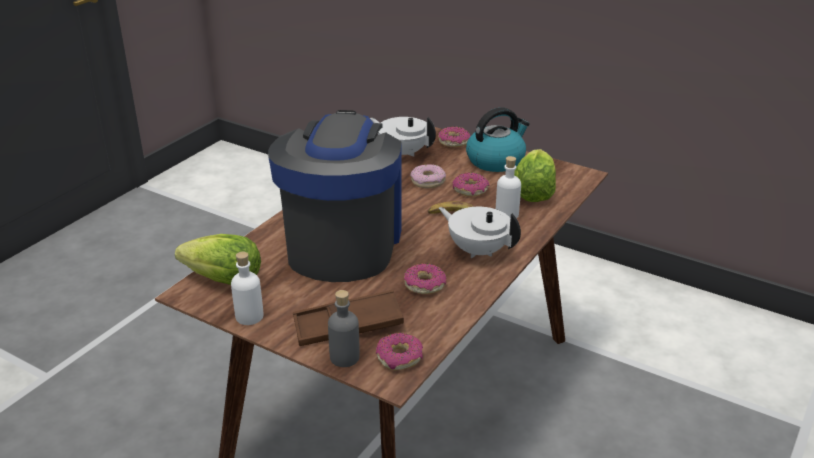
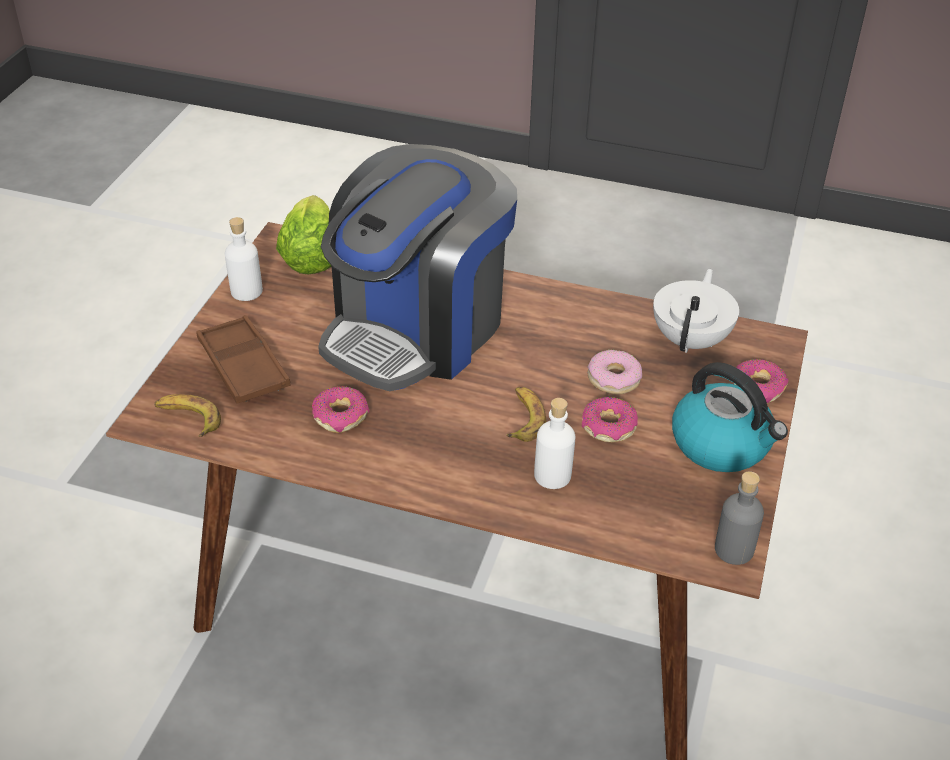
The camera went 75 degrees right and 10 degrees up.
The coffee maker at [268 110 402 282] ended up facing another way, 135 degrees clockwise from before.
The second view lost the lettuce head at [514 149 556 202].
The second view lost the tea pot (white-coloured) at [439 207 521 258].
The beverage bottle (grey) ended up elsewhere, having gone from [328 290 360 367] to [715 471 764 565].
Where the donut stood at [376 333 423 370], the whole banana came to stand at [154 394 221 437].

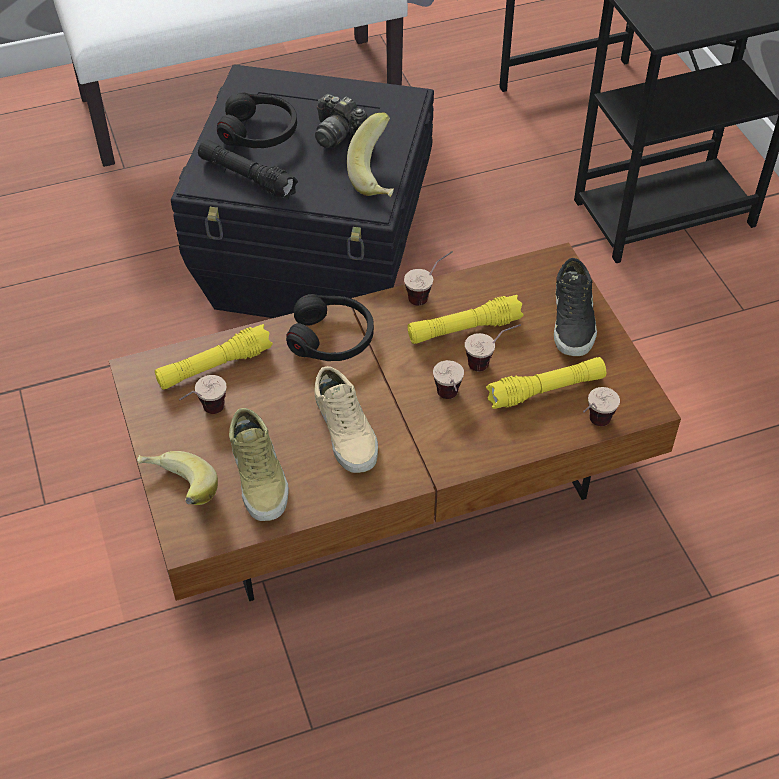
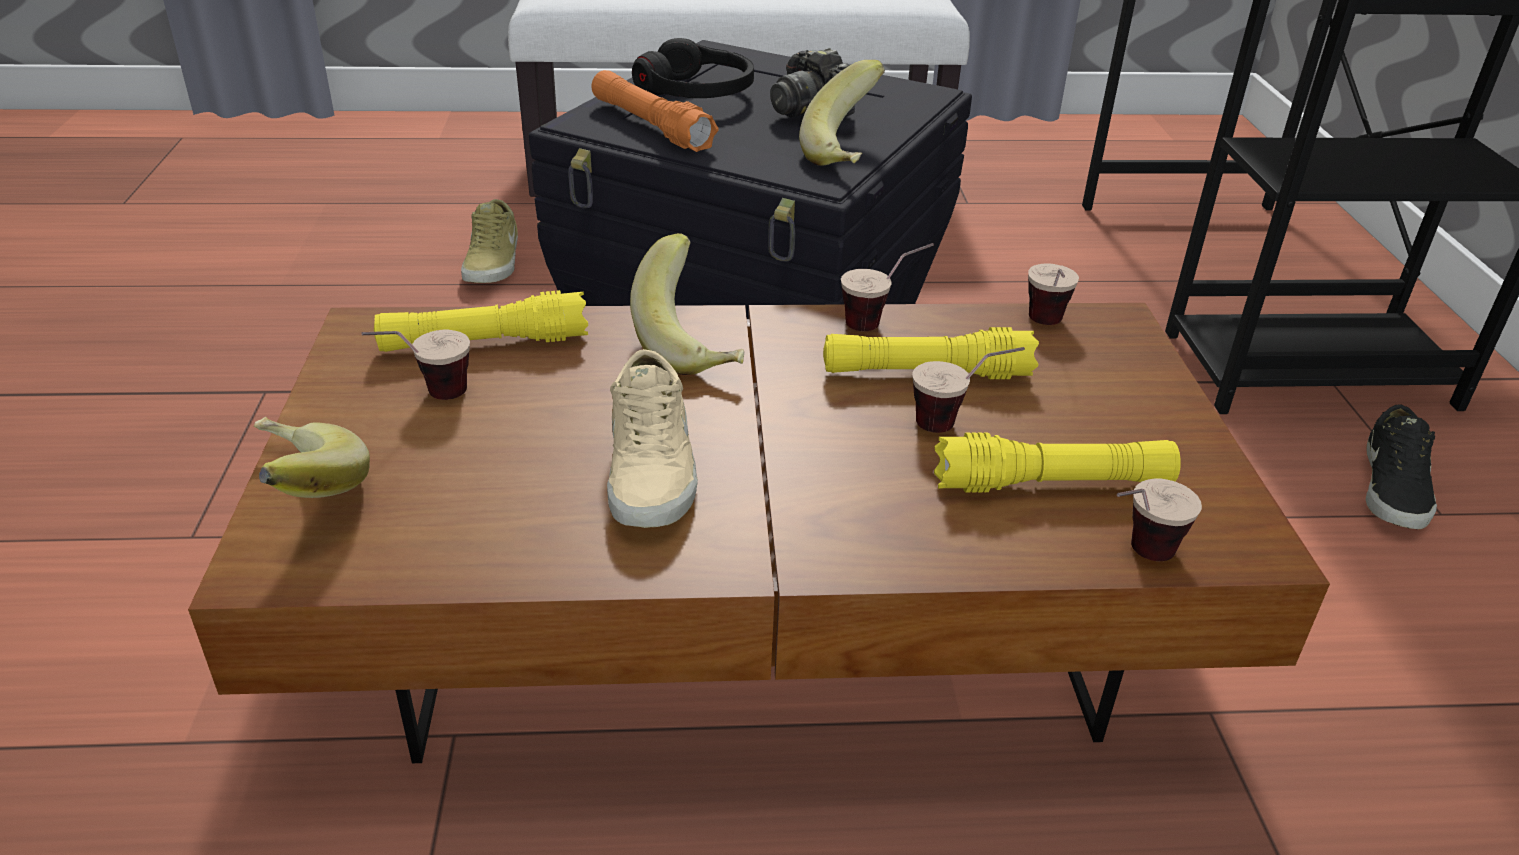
The camera went 15 degrees right and 15 degrees down.
What was the flashlight (blackish) at [198 139 298 200] turned into the flashlight (orangey) at [591 70 719 152].
The low shoe (blackish) ended up elsewhere, having gone from [554 258 597 356] to [1366 404 1437 529].
Where the headset (blackish) stood at [286 294 374 361], the whole banana came to stand at [630 233 744 375].
The cup ended up elsewhere, having gone from [433 360 464 399] to [1028 264 1079 325].
The low shoe (beige-coloured) ended up elsewhere, having gone from [229 408 289 521] to [461 199 518 283].

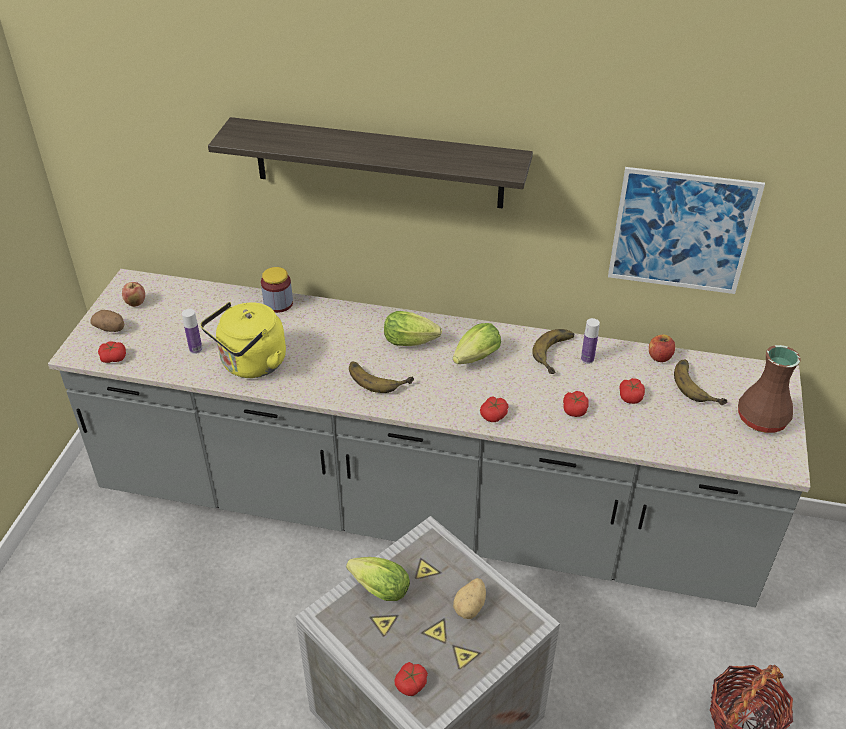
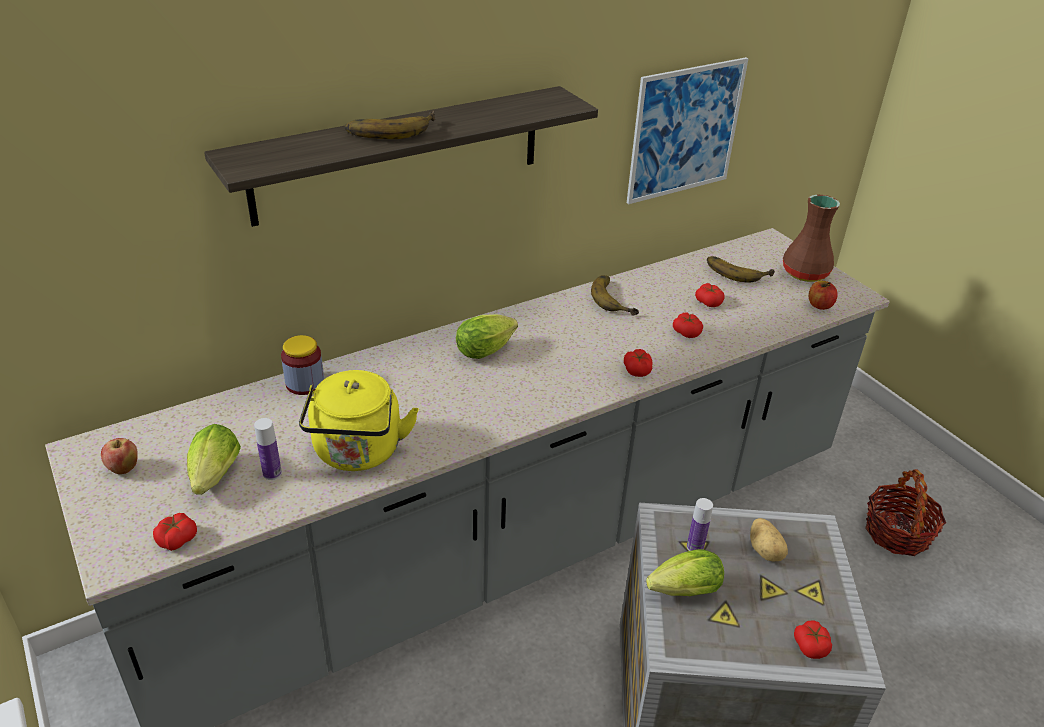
The camera went 45 degrees left and 5 degrees down.
The second view lost the spud at [90 310 124 332].
The beverage bottle ended up elsewhere, having gone from [581 318 600 364] to [687 498 713 551].
The lettuce head ended up elsewhere, having gone from [453 323 501 364] to [187 424 241 495].
The apple ended up elsewhere, having gone from [649 335 675 362] to [809 281 838 310].
The whole banana ended up elsewhere, having gone from [349 361 414 393] to [345 110 435 139].

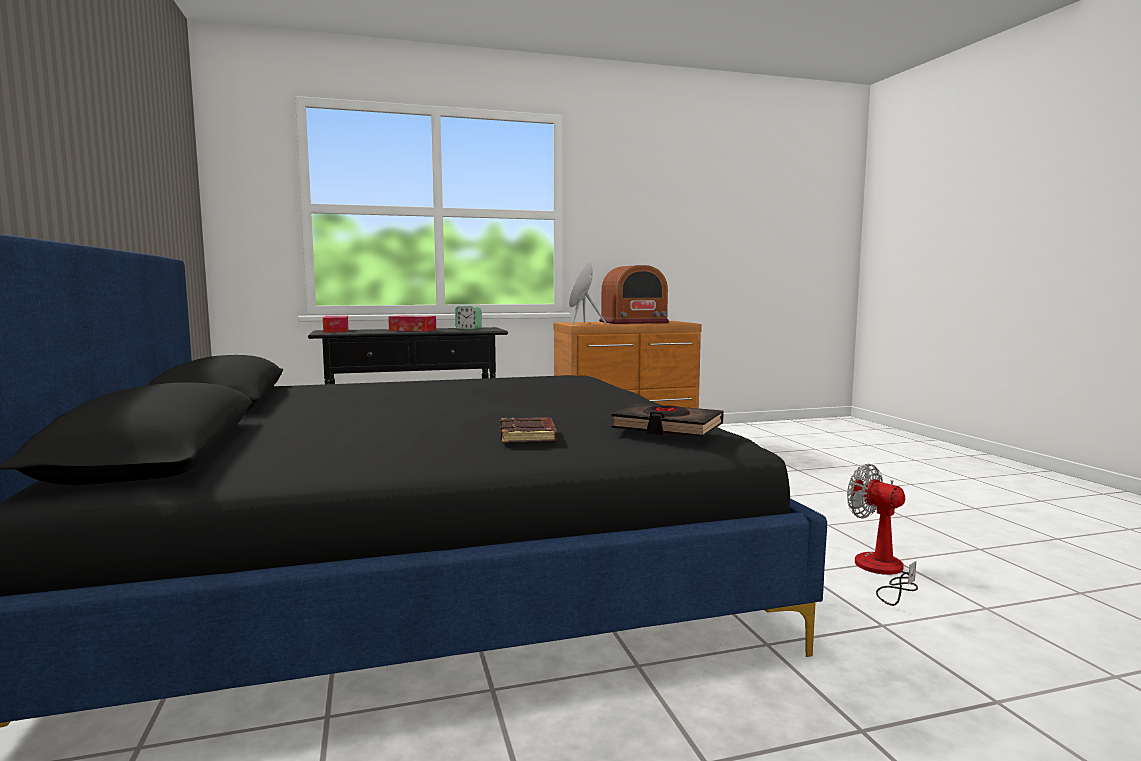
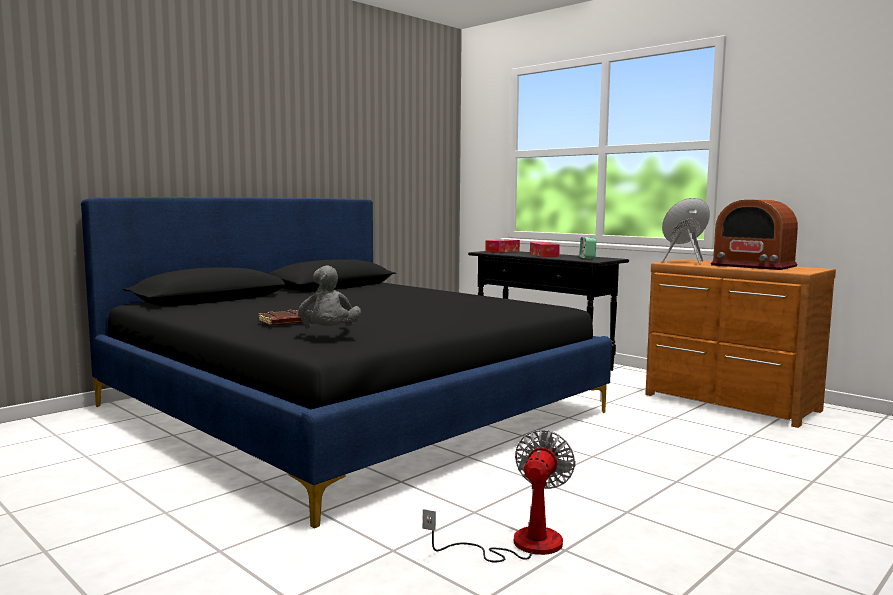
The camera went 60 degrees right and 0 degrees up.
Where the bound book (blackish) stood at [611 403 724 437], the plush toy (grey) came to stand at [298 265 361 329].

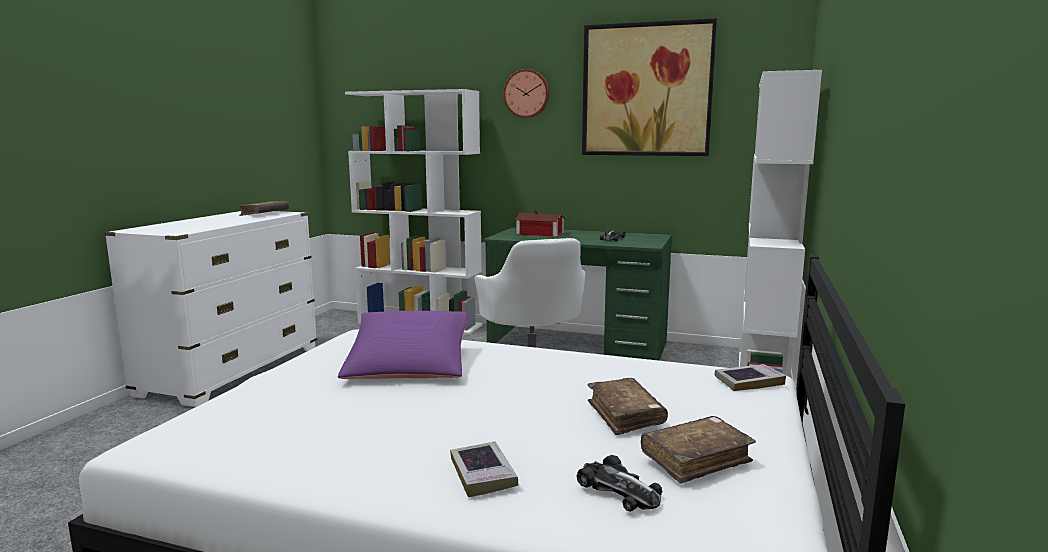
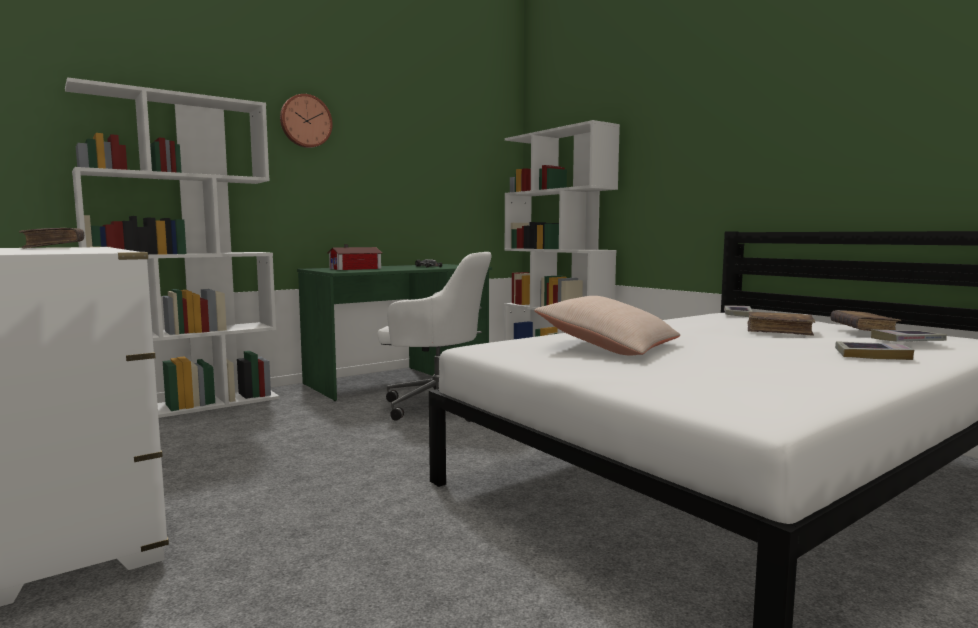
The camera went 55 degrees left and 5 degrees down.
The second view lost the picture at [582 18 717 156].
What was the cushion (purplish) at [338 311 468 379] turned into the cushion (beige-coloured) at [534 296 680 355].
Where the model car stood at [577 455 662 512], the bound book came to stand at [871 329 947 341].

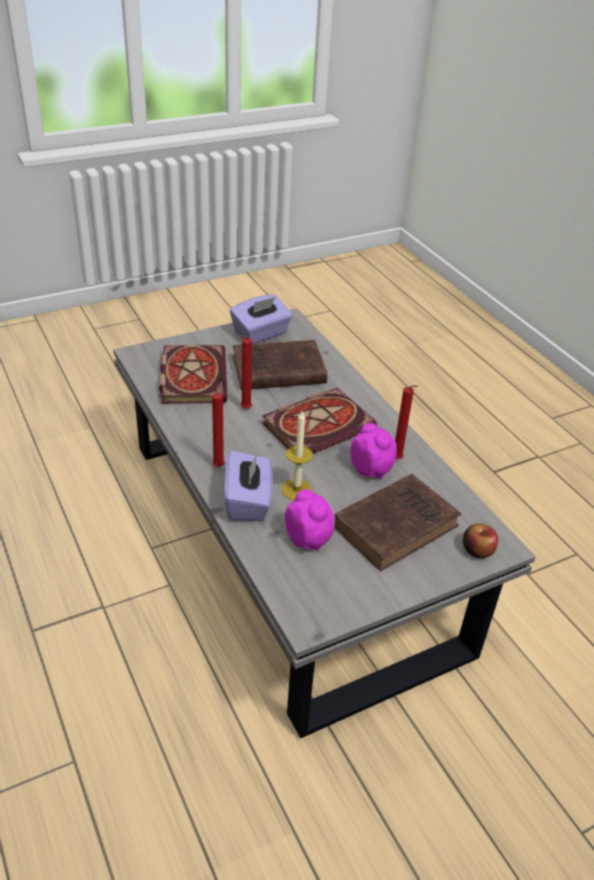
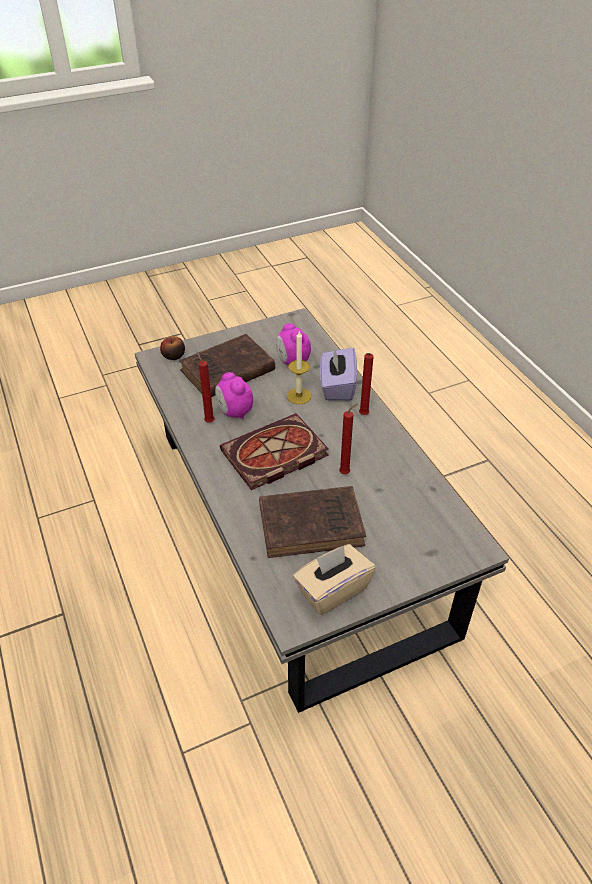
The camera went 175 degrees left and 5 degrees up.
What was the tissue holder (purplish) at [230 295 293 344] turned into the tissue holder (beige-coloured) at [293 544 376 615].
The second view lost the bound book at [159 345 227 404].

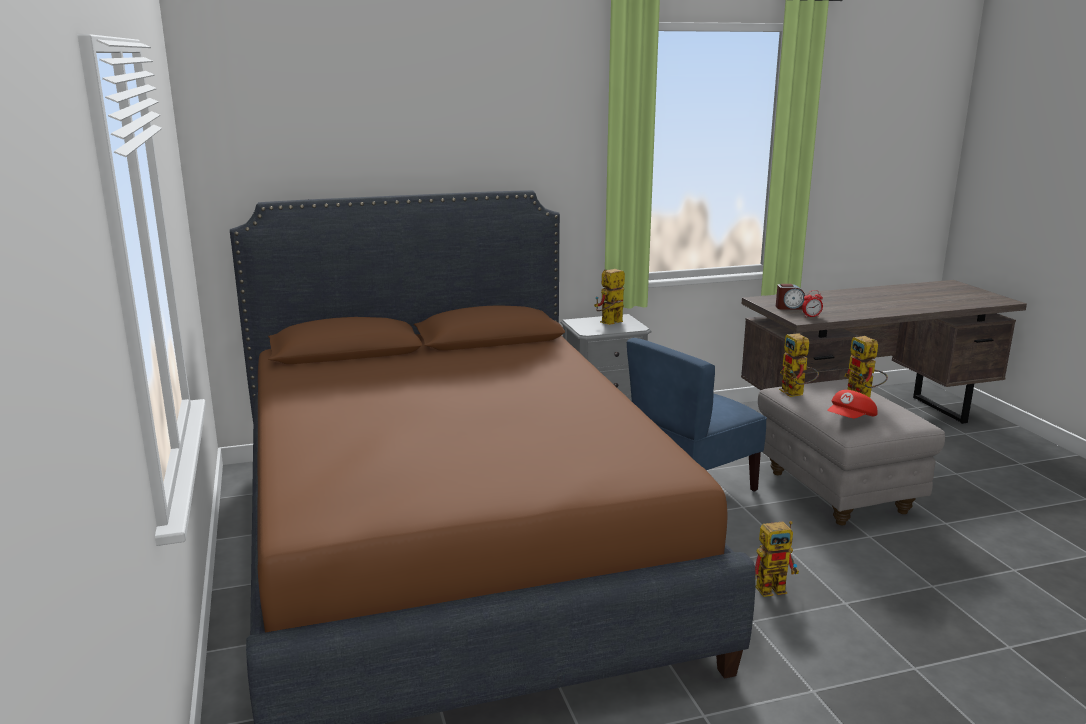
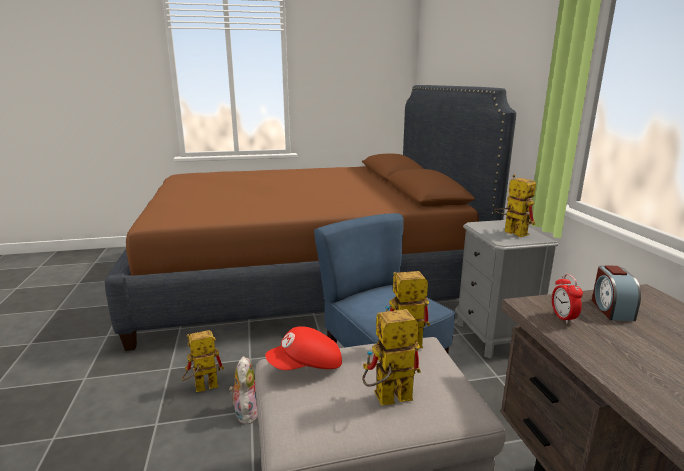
The camera went 95 degrees right and 0 degrees up.
The baseball cap (red-coloured) at [827 390 878 418] ended up facing another way, 75 degrees counterclockwise from before.
The toy robot at [755 521 799 597] ended up facing another way, 75 degrees clockwise from before.
The second view gained the plush toy at [229 356 258 424].

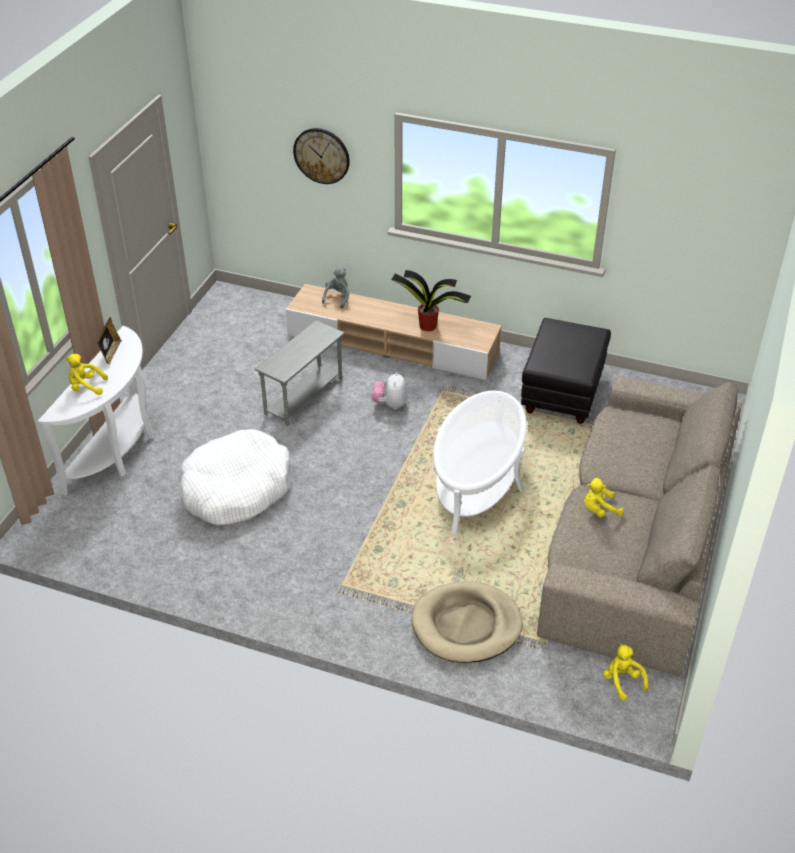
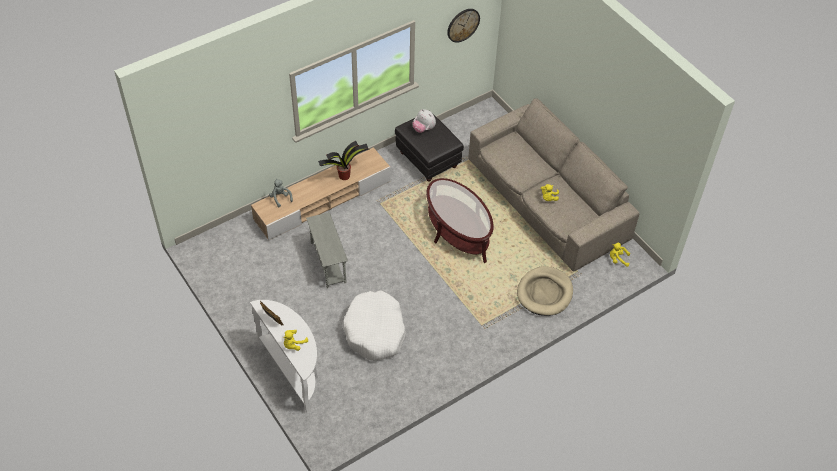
The camera went 55 degrees left and 10 degrees up.
The wall clock ended up elsewhere, having gone from [293 128 350 184] to [447 9 480 43].
The plush toy ended up elsewhere, having gone from [372 372 408 409] to [412 109 436 133].
What was the coffee table (white-coloured) at [433 391 527 534] turned into the coffee table (brown-coloured) at [426 178 494 263].

